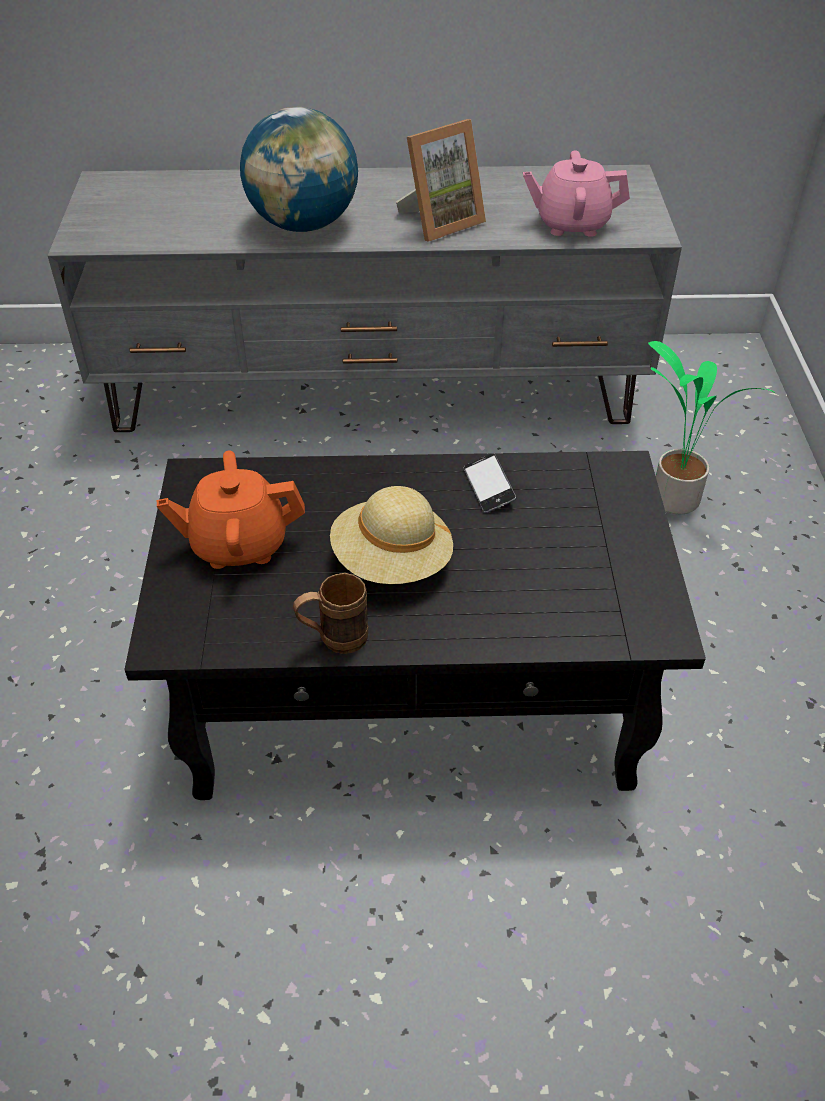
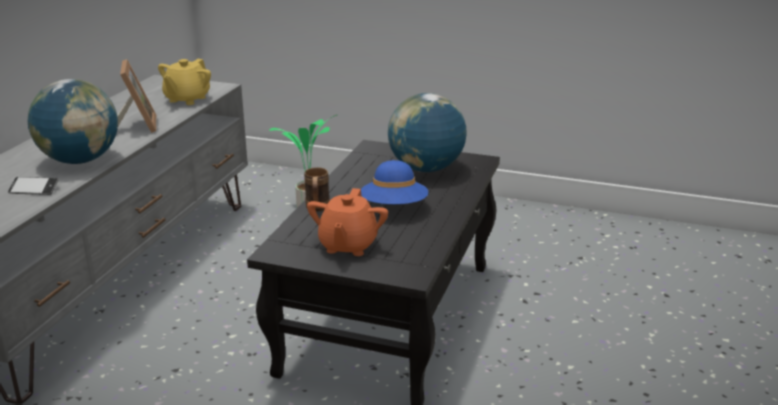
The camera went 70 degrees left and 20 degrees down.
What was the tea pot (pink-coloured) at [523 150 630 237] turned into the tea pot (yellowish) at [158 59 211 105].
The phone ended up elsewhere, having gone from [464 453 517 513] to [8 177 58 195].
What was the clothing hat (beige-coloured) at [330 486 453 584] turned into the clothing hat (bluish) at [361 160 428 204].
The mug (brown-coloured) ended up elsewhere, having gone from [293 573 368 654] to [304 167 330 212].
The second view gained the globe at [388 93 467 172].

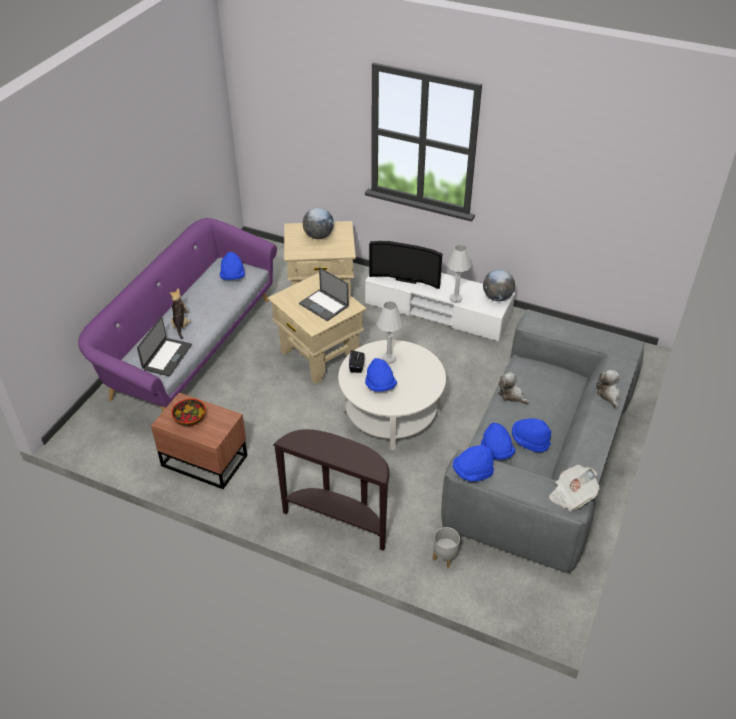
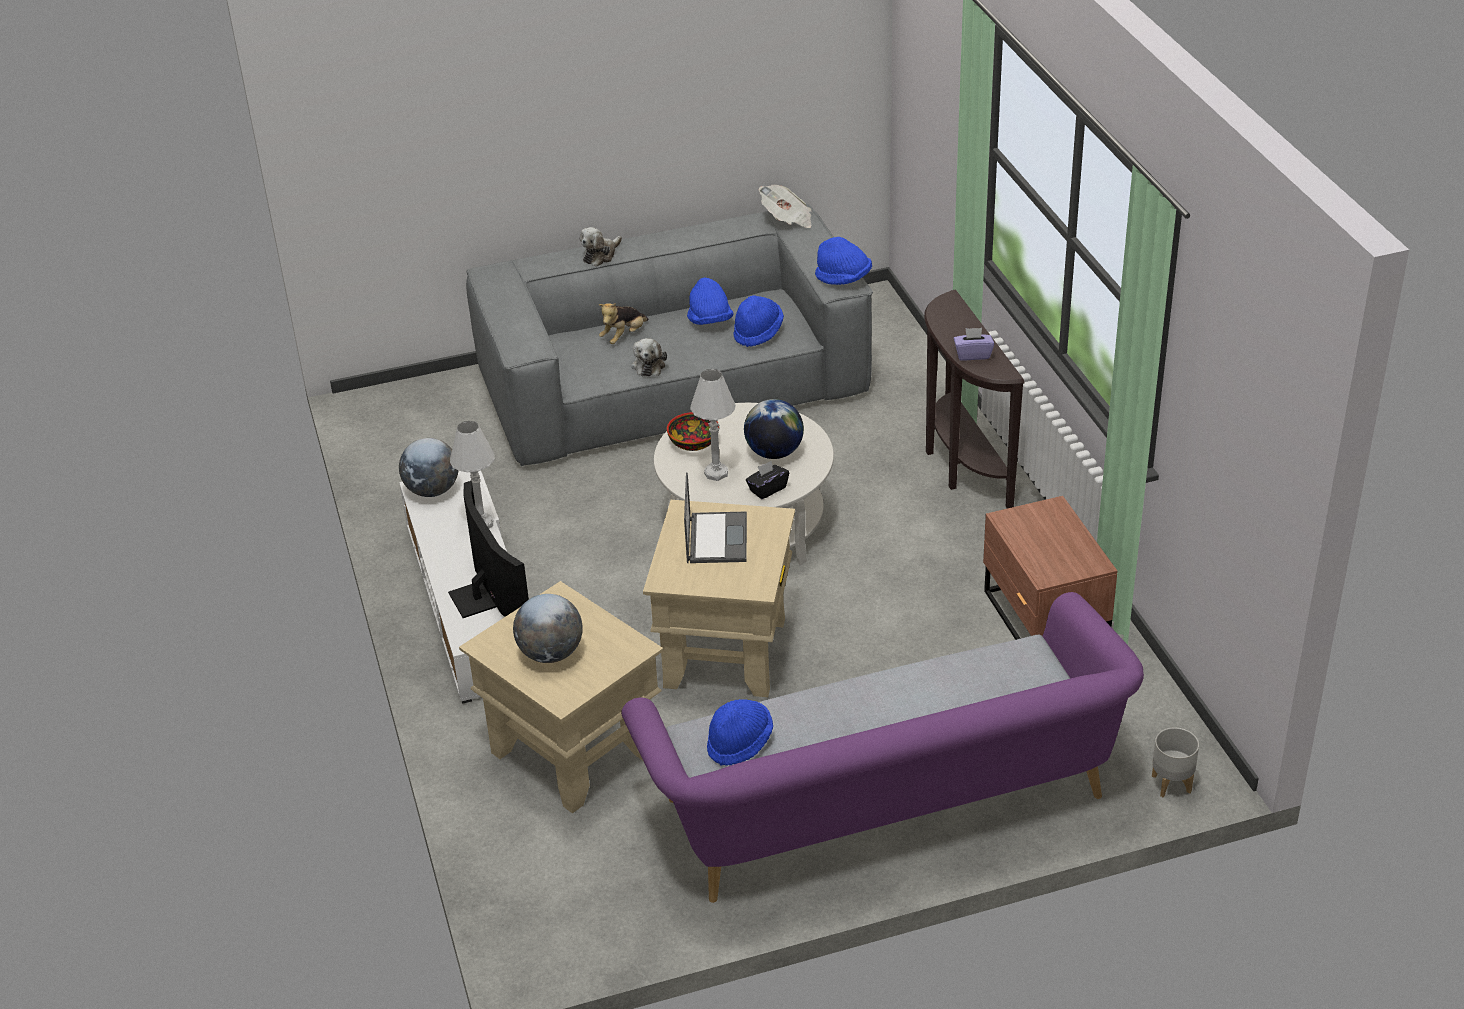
The camera went 130 degrees left and 5 degrees down.
The plush toy ended up elsewhere, having gone from [170 288 191 340] to [599 303 649 344].
The second view lost the laptop at [137 317 192 376].
Where the clothing hat (bluish) stood at [365 358 397 392], the globe came to stand at [744 399 804 459].
The deep dish ended up elsewhere, having gone from [172 399 206 426] to [667 412 719 451].
The plant pot (grey) ended up elsewhere, having gone from [433 527 460 568] to [1152 727 1199 797].
The second view gained the tissue holder (purplish) at [954 328 994 361].

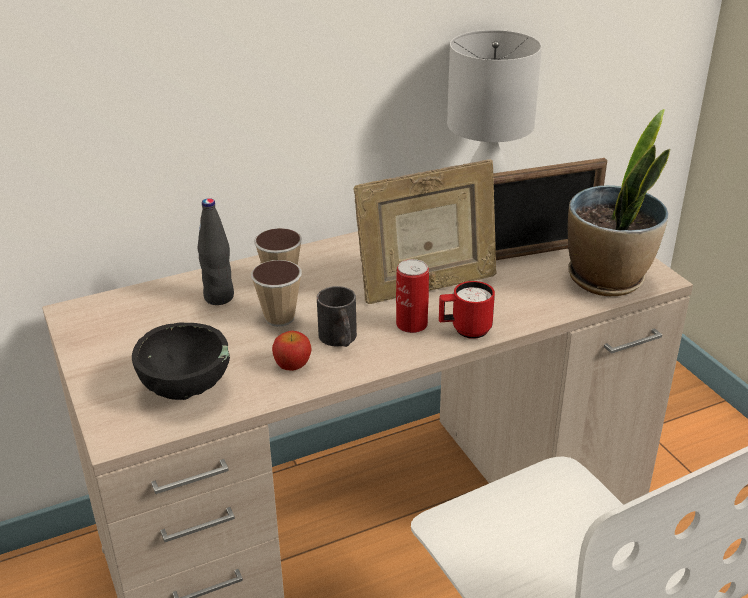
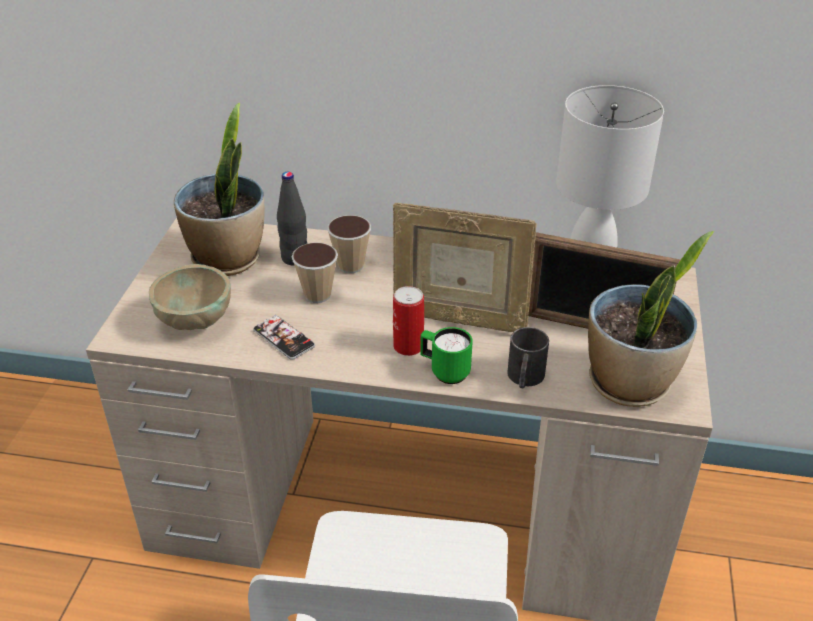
The camera went 35 degrees right and 5 degrees up.
What was the mug (red-coloured) at [439 281 495 339] turned into the mug (green) at [420 327 473 384].
The mug (blackish) ended up elsewhere, having gone from [317 286 357 347] to [507 327 549 388].
What was the deep dish (blackish) at [132 322 230 400] turned into the deep dish (beige-coloured) at [149 264 231 330].
Where the apple stood at [272 331 311 371], the phone came to stand at [253 315 315 360].
The second view gained the potted plant at [174 103 265 276].

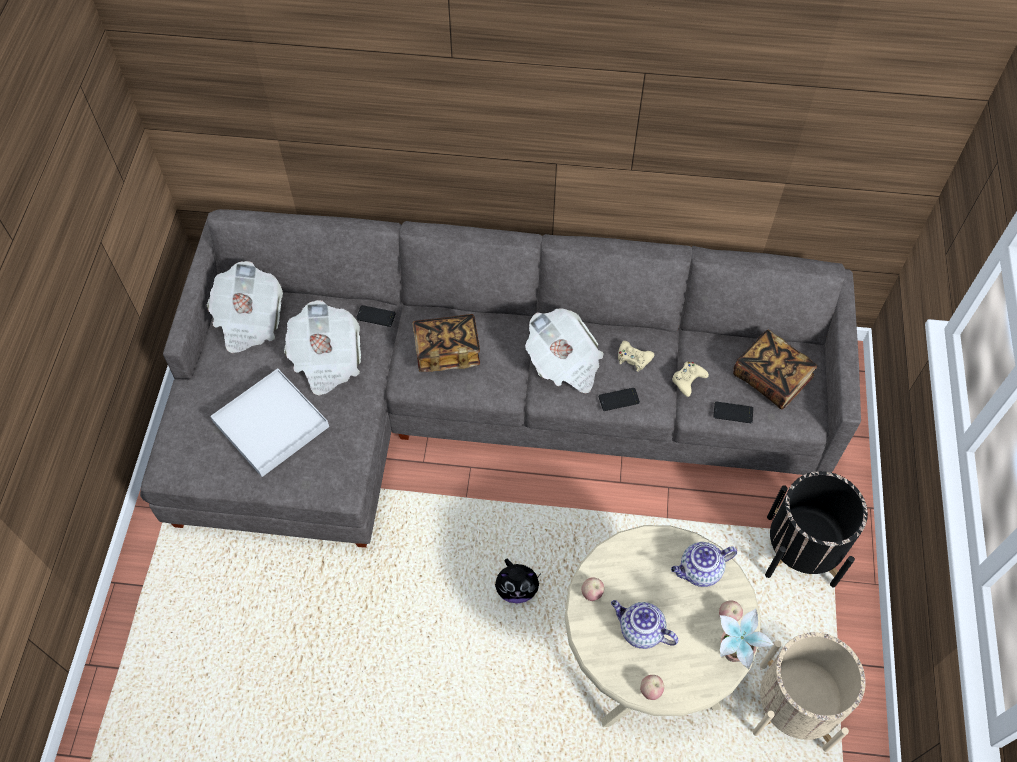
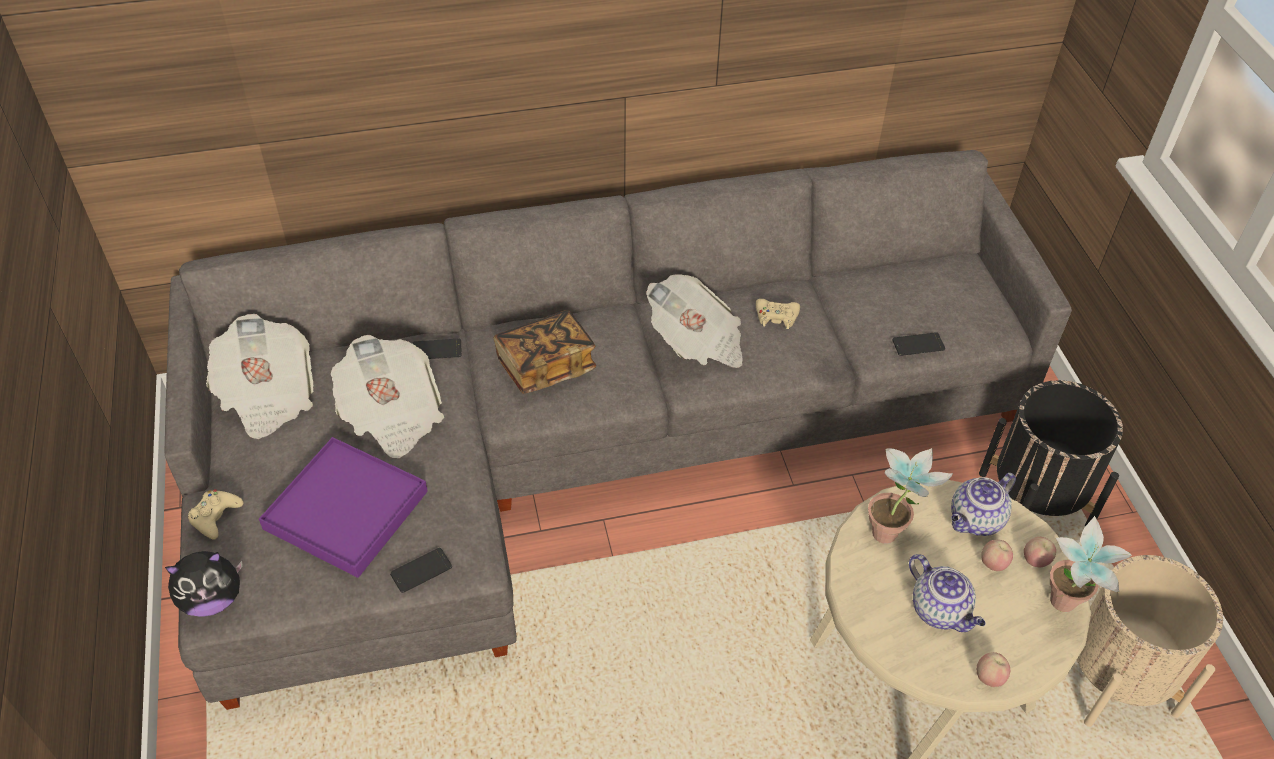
The camera went 20 degrees left and 10 degrees down.
The second view lost the bound book at [733 330 817 409].
The joypad (beige-coloured) ended up elsewhere, having gone from [672 362 709 397] to [188 489 244 540].
What was the tray (white-coloured) at [210 368 329 477] turned into the tray (purplish) at [259 437 428 578].
The phone ended up elsewhere, having gone from [598 388 640 411] to [390 548 452 593].
The plush toy ended up elsewhere, having gone from [495 558 542 603] to [165 551 243 616].
The apple ended up elsewhere, having gone from [581 577 604 601] to [981 540 1013 571].
The tea pot at [611 600 678 649] ended up facing another way, 135 degrees counterclockwise from before.
The second view gained the potted plant at [868 448 953 544].

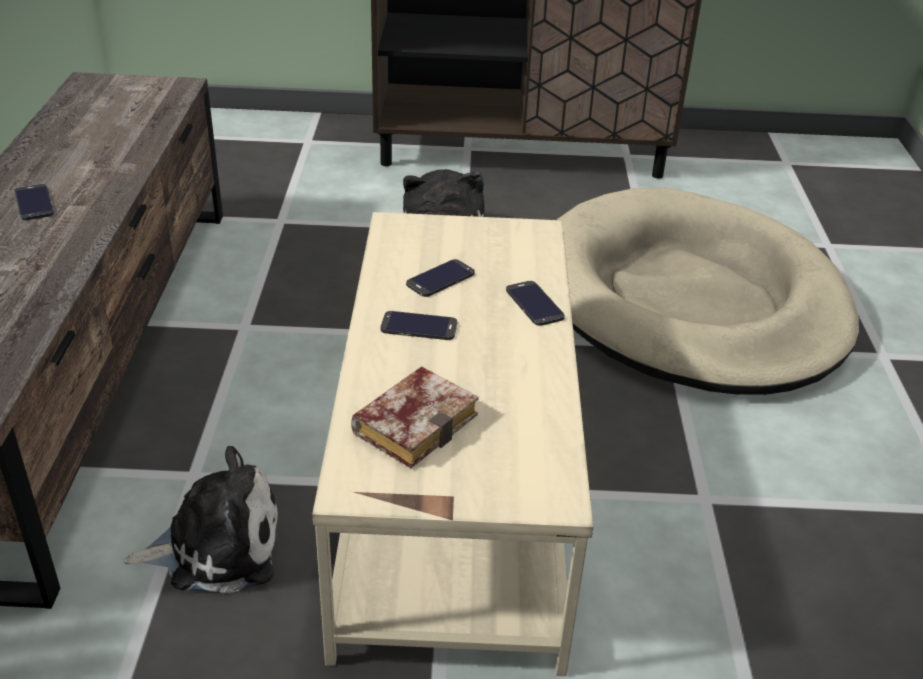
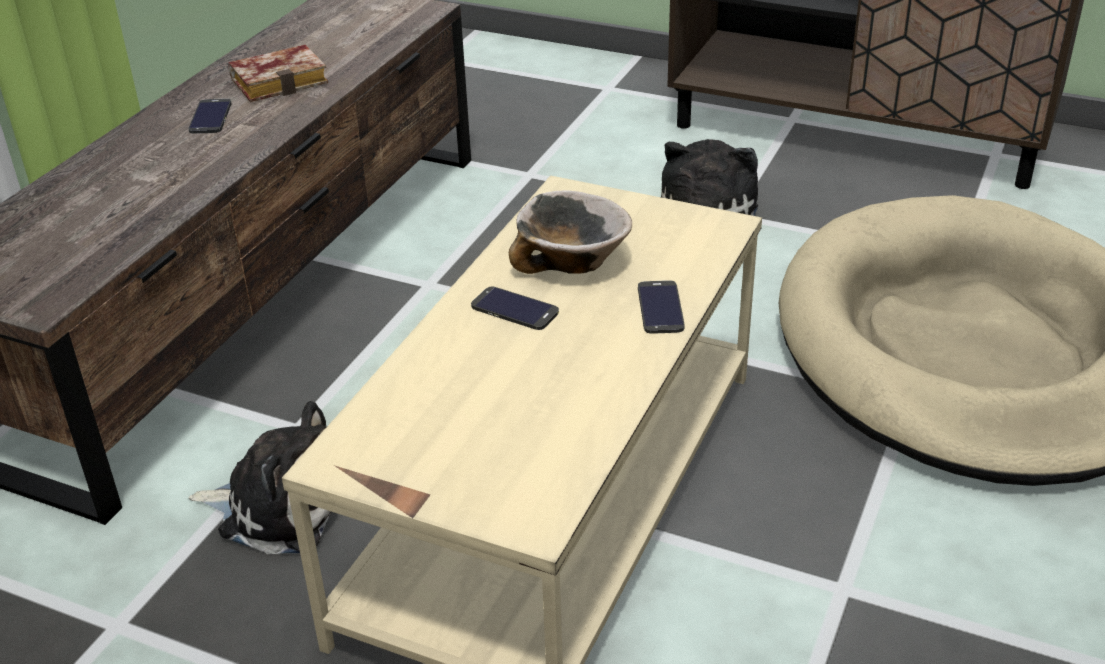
The camera went 25 degrees right and 0 degrees up.
Where the phone stood at [406 259 475 297], the deep dish came to stand at [509 190 632 274].
The bound book ended up elsewhere, having gone from [351 366 479 468] to [228 45 328 102].

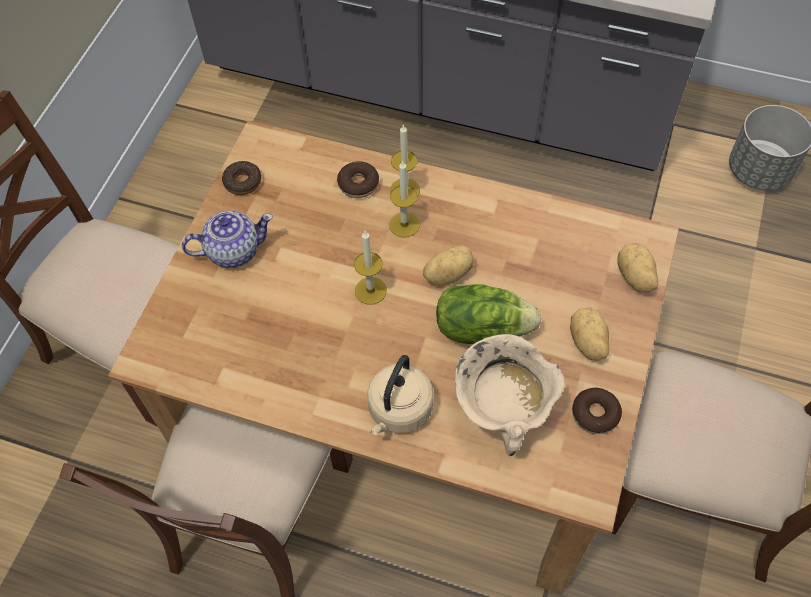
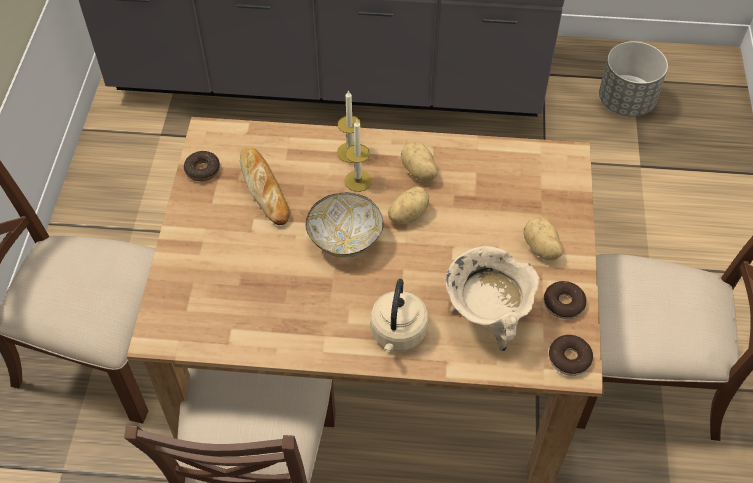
The camera went 15 degrees left and 5 degrees down.
The donut ended up elsewhere, having gone from [337 161 379 198] to [549 335 593 376].
The second view lost the tea pot at [182 211 273 268].
Where the wax light stood at [354 231 387 305], the deep dish came to stand at [306 192 383 258].
The spud ended up elsewhere, having gone from [618 243 658 292] to [401 142 438 182].
The second view lost the lettuce head at [436 284 541 344].
The second view gained the bakery bread at [240 148 290 225].

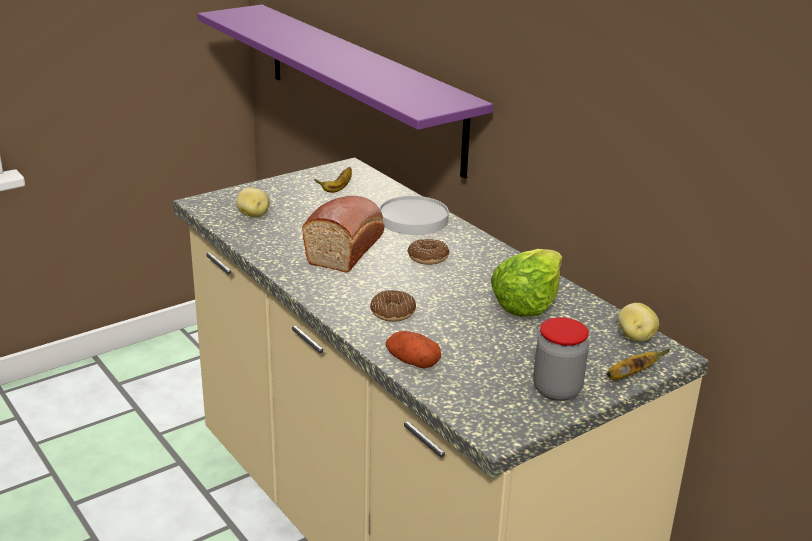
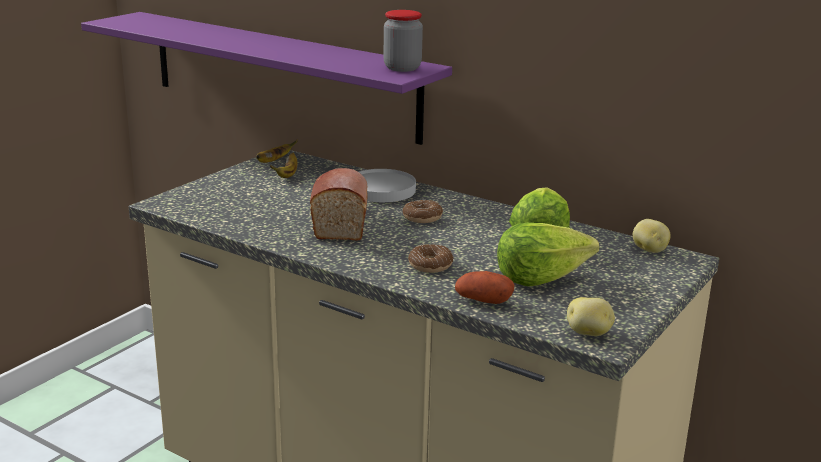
The camera went 20 degrees left and 5 degrees down.
The spud ended up elsewhere, having gone from [236 188 270 217] to [567 297 615 336].
The storage jar ended up elsewhere, having gone from [533 317 589 401] to [383 10 423 72].
The whole banana ended up elsewhere, having gone from [607 348 670 380] to [256 140 298 163].
The second view gained the lettuce head at [497 223 599 286].

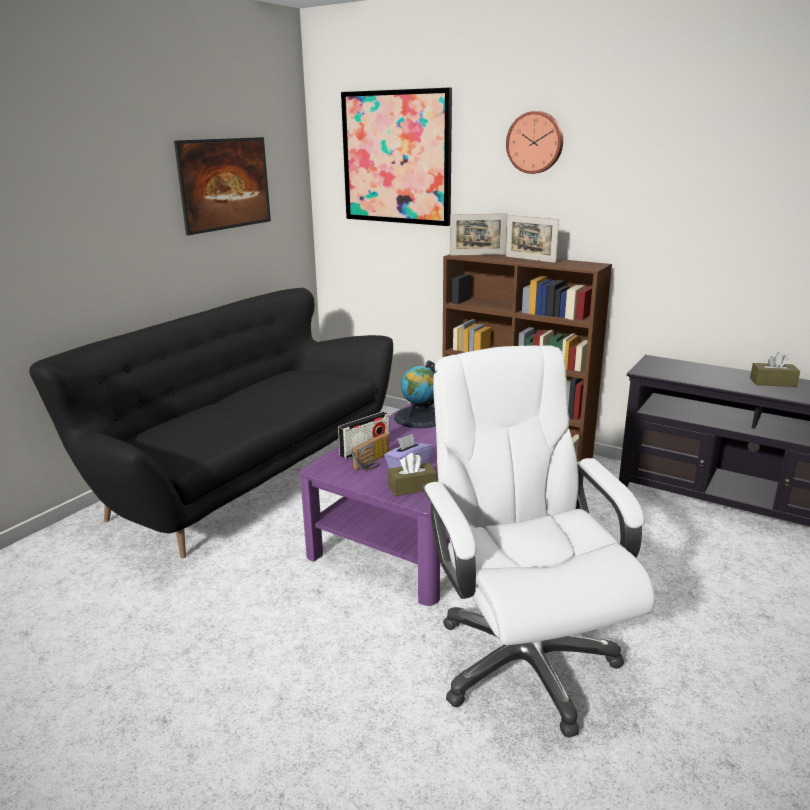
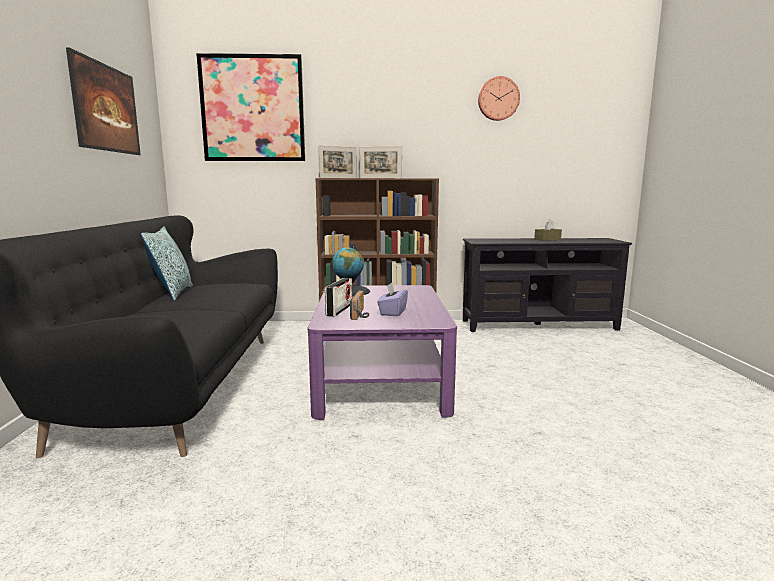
The camera went 35 degrees left and 10 degrees down.
The wall clock ended up elsewhere, having gone from [506 111 563 174] to [478 76 520 121].
The second view lost the office chair (white-coloured) at [422 345 655 738].
The second view lost the tissue holder (brown-coloured) at [388 453 437 496].
The second view gained the cushion at [141 226 193 301].

